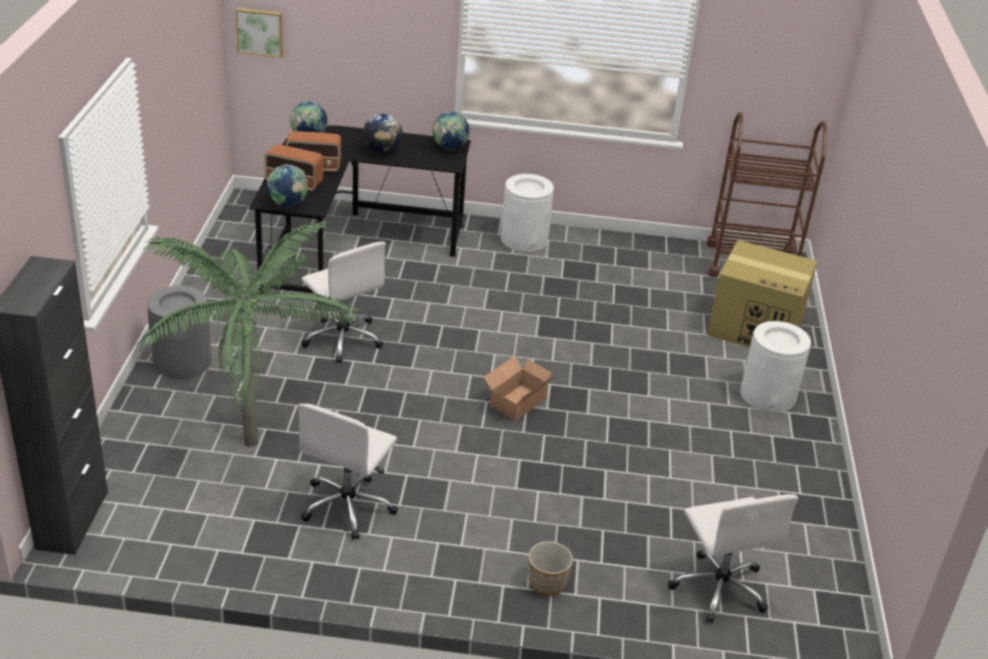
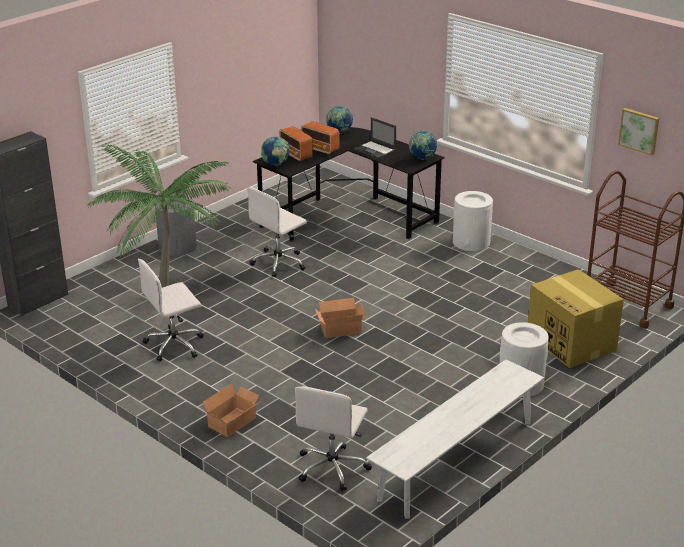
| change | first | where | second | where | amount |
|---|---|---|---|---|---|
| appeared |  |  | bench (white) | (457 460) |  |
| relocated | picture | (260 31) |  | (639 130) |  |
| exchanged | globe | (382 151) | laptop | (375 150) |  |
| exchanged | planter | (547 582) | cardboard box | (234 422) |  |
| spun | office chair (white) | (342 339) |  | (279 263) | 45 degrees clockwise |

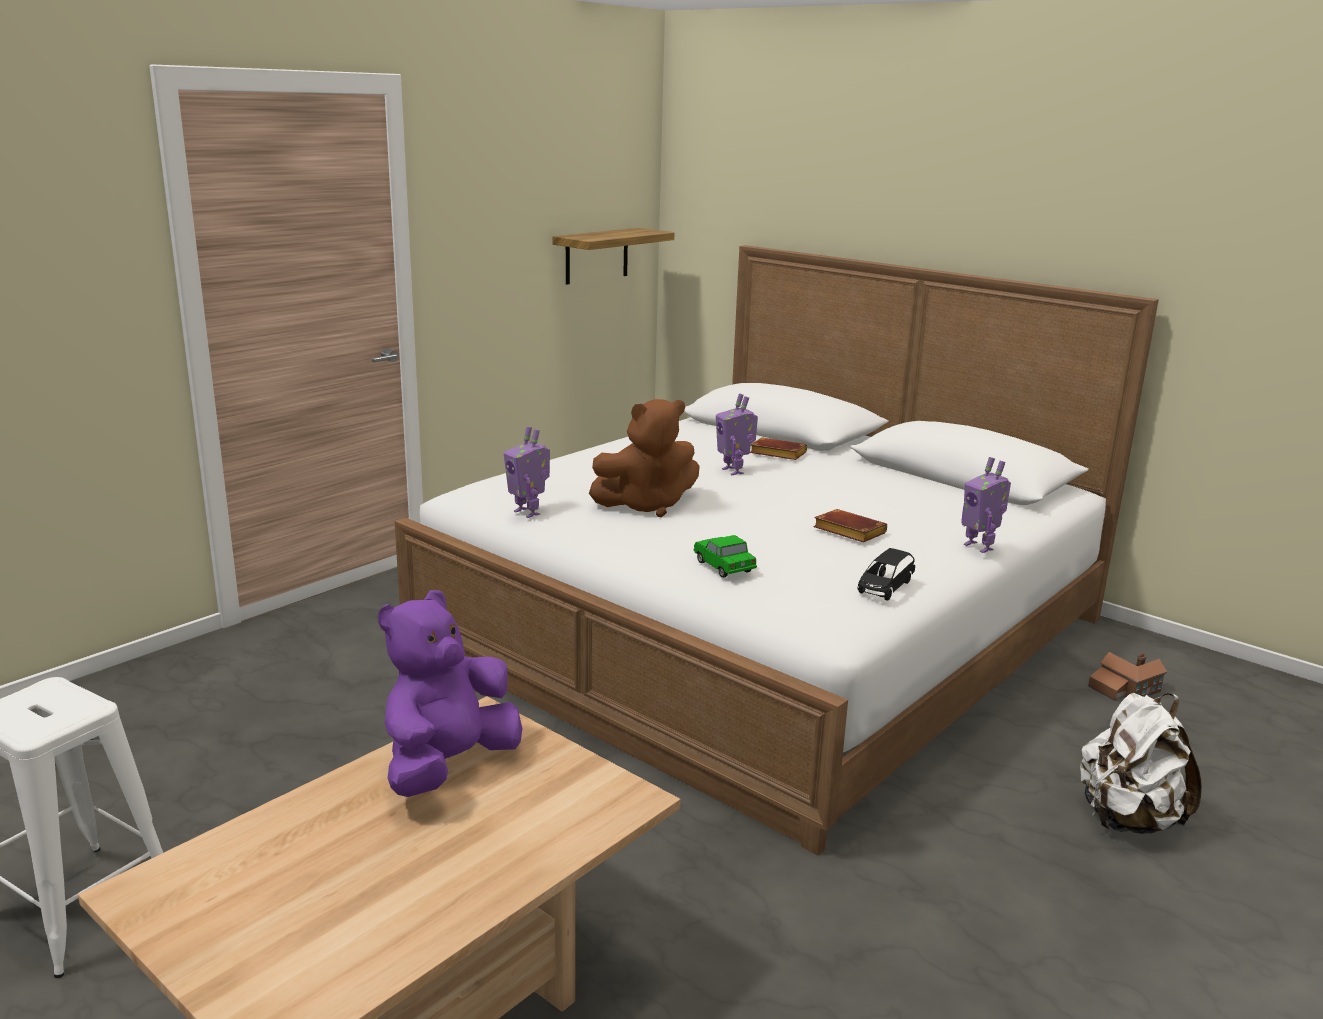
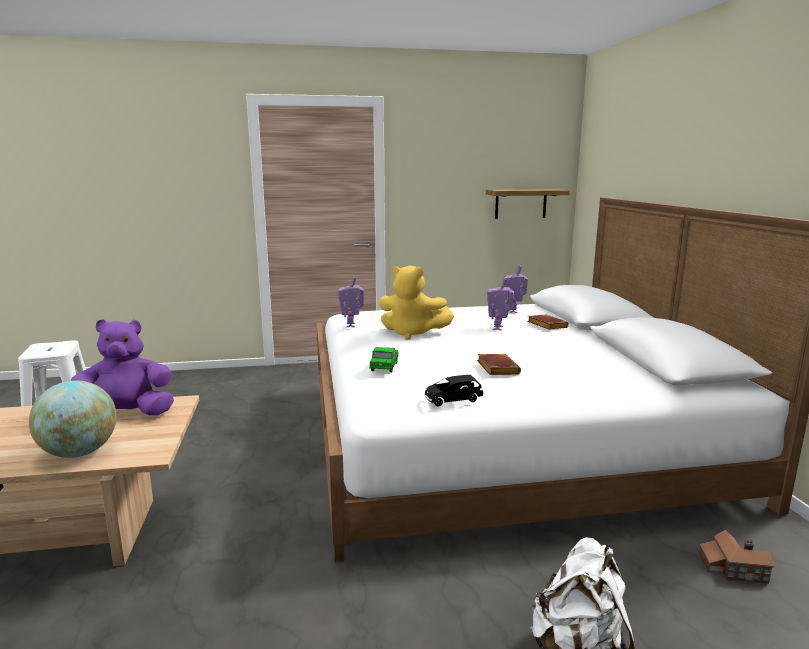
| change | first | where | second | where | amount |
|---|---|---|---|---|---|
| appeared |  |  | globe | (79 453) |  |
| relocated | toy robot | (979 547) |  | (513 311) |  |
| colour | plush toy (brown) | (646 505) | plush toy (yellow) | (412 333) |  |

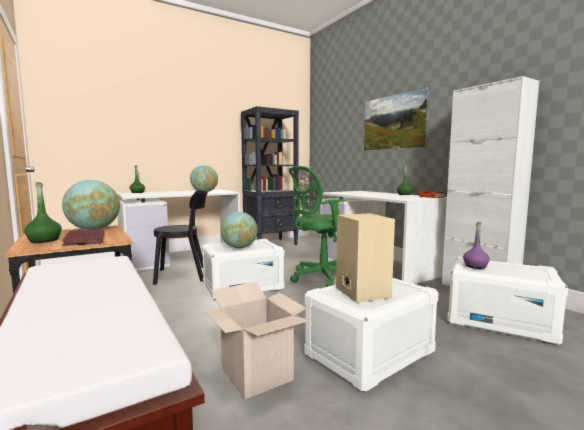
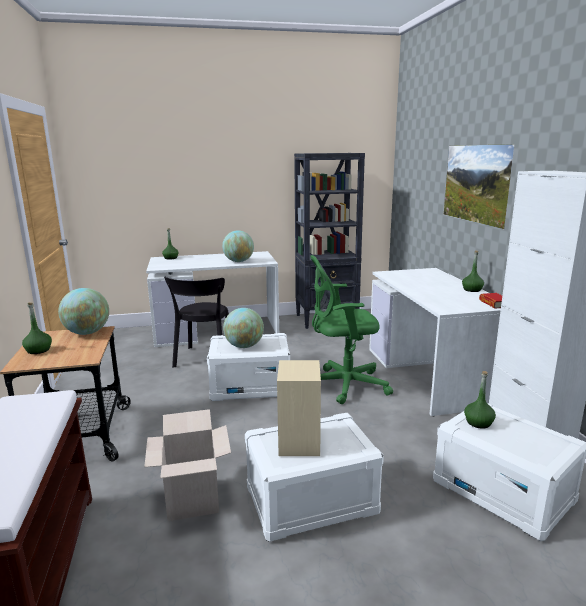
| change | first | where | second | where | amount |
|---|---|---|---|---|---|
| missing | book (red) | (85 240) |  |  |  |
| colour | bottle (purple) | (475 266) | bottle (green) | (478 422) |  |
| spun | chair (black) | (184 275) |  | (204 359) | 90 degrees clockwise |

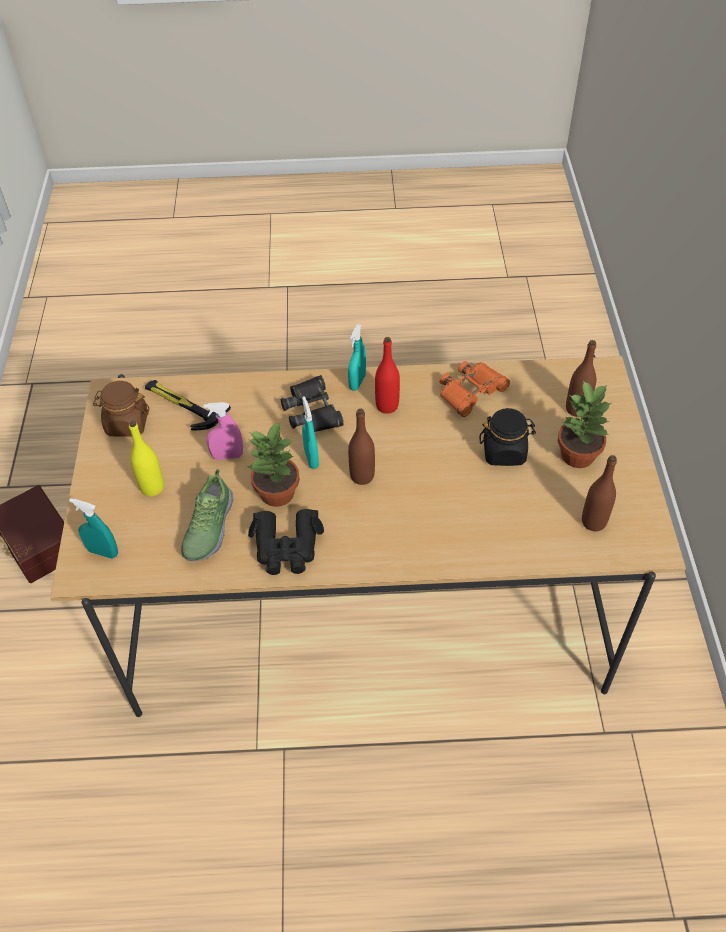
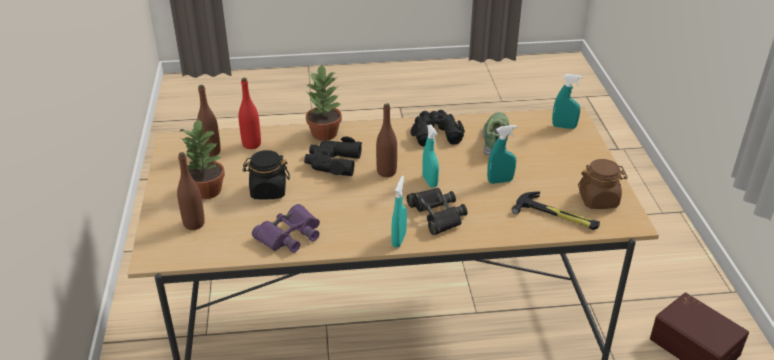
| change | first | where | second | where | amount |
|---|---|---|---|---|---|
| missing | bottle (yellow) | (152 487) |  |  |  |
| appeared |  |  | binoculars (black) | (333 163) |  |
| relocated | potted plant | (276 493) |  | (325 133) |  |
| relocated | bottle (red) | (387 406) |  | (251 144) |  |
| colour | spray bottle (pink) | (227 456) | spray bottle (turquoise) | (500 181) |  |
| colour | binoculars (orange) | (471 392) | binoculars (purple) | (289 235) |  |

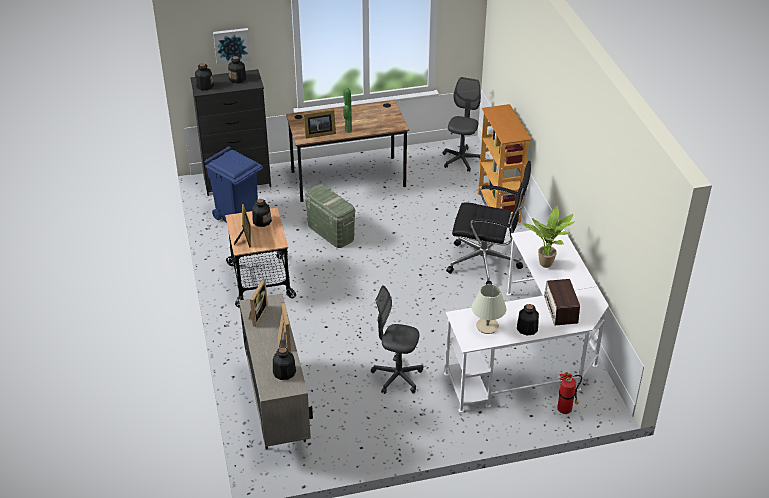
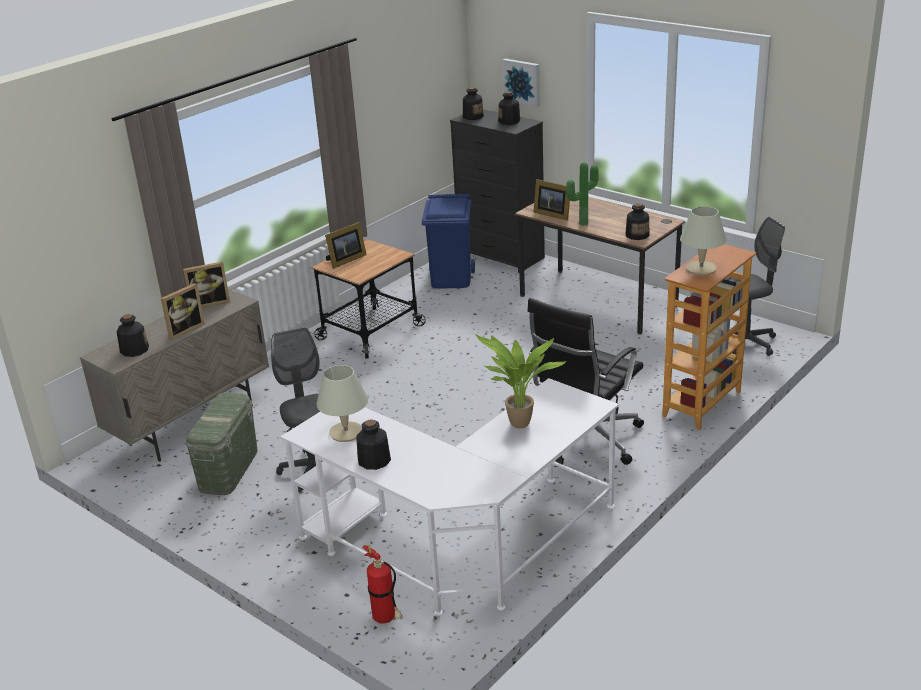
| change | first | where | second | where | amount |
|---|---|---|---|---|---|
| missing | radio | (560 310) |  |  |  |
| appeared |  |  | table lamp (beige) | (701 269) |  |
| relocated | bottle | (262 221) |  | (637 235) |  |
| relocated | storage box (green) | (331 232) |  | (229 470) |  |
| spun | office chair (black) | (486 263) |  | (585 440) | 60 degrees clockwise |

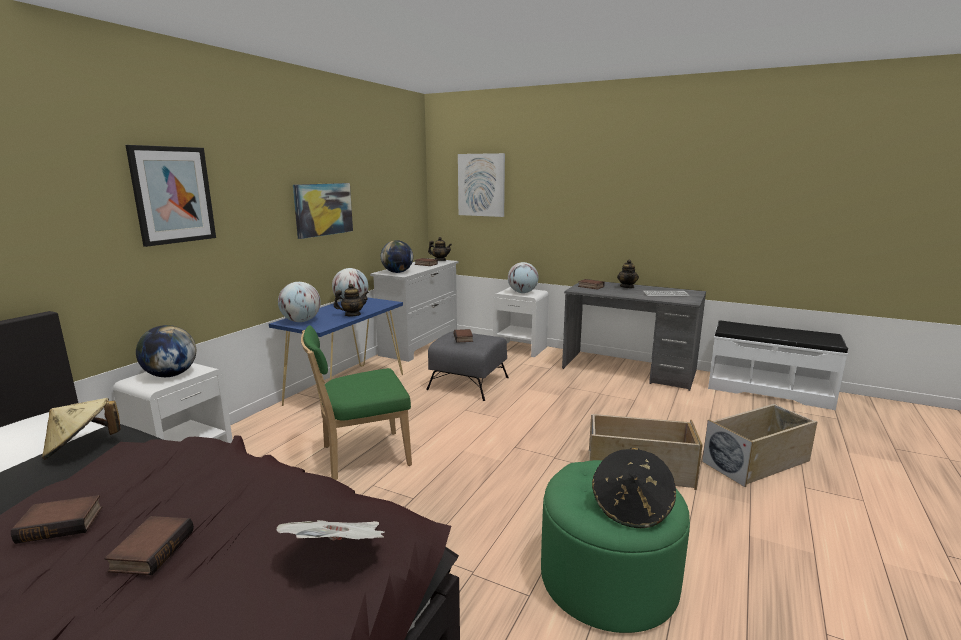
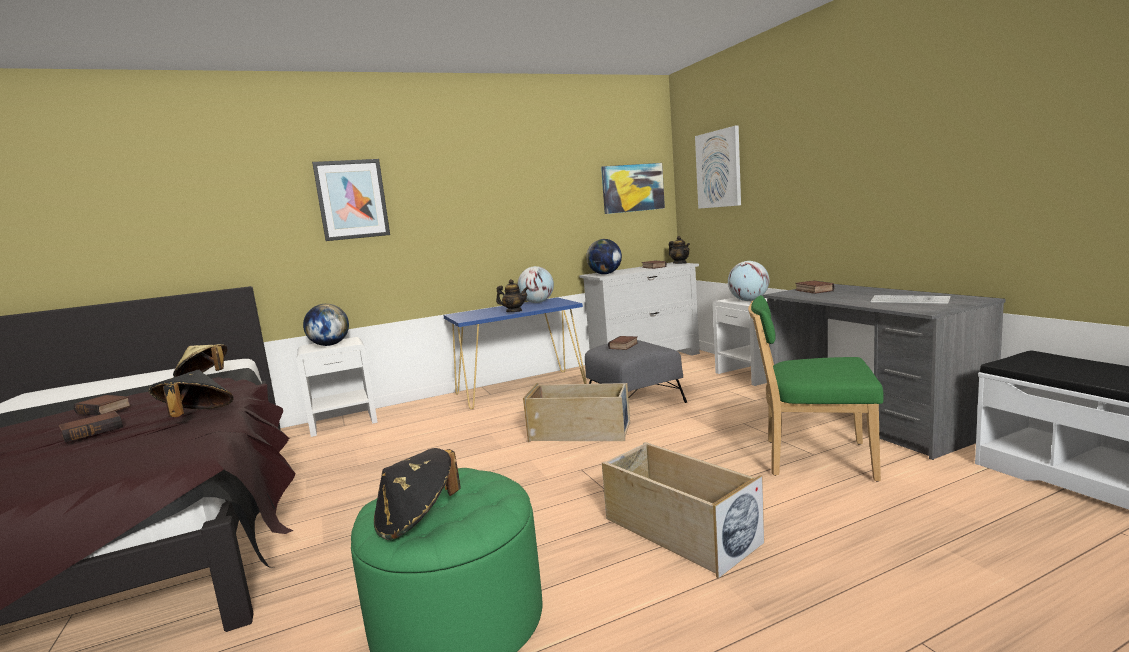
| change | first | where | second | where | amount |
|---|---|---|---|---|---|
| missing | newspaper | (339 552) |  |  |  |
| missing | globe | (301 321) |  |  |  |
| missing | teapot | (627 287) |  |  |  |
| appeared |  |  | hat (black) | (196 417) |  |
| relocated | picture | (323 209) |  | (632 188) |  |
| relocated | chair (green) | (361 456) |  | (812 459) |  |
| relocated | storage box (beige) | (757 461) |  | (581 432) |  |

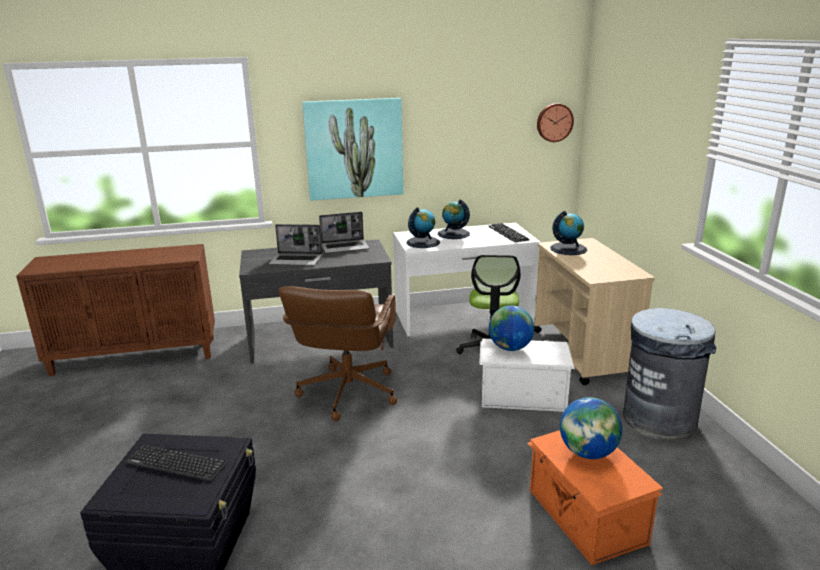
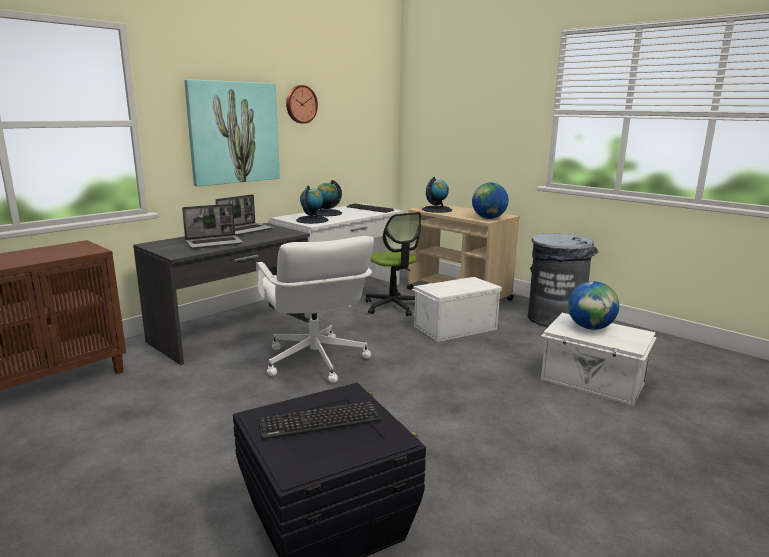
| change | first | where | second | where | amount |
|---|---|---|---|---|---|
| relocated | globe | (510 348) |  | (488 218) |  |
| relocated | wall clock | (554 122) |  | (300 104) |  |
| colour | office chair (brown) | (347 393) | office chair (white) | (315 361) |  |
| colour | storage box (orange) | (585 517) | storage box (white) | (592 382) |  |

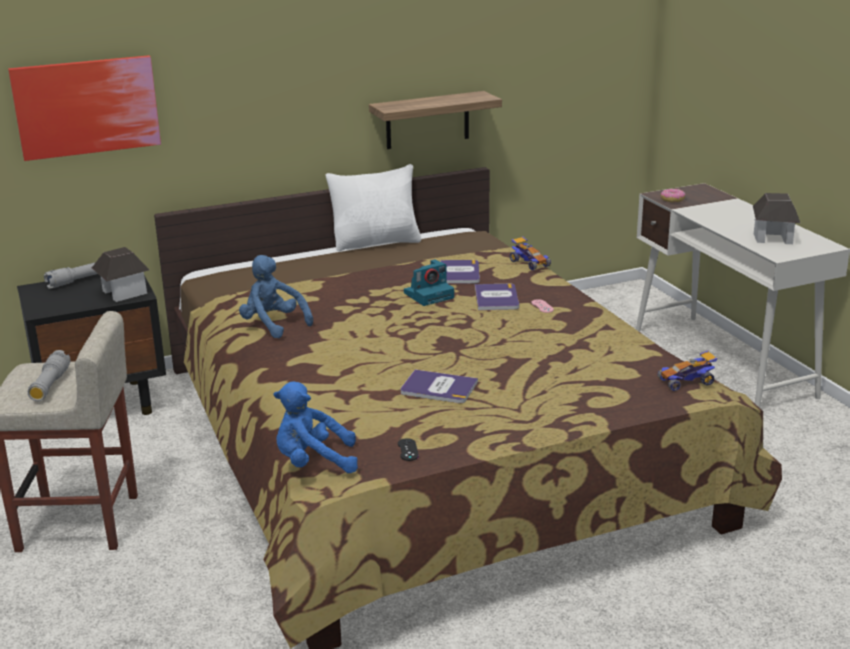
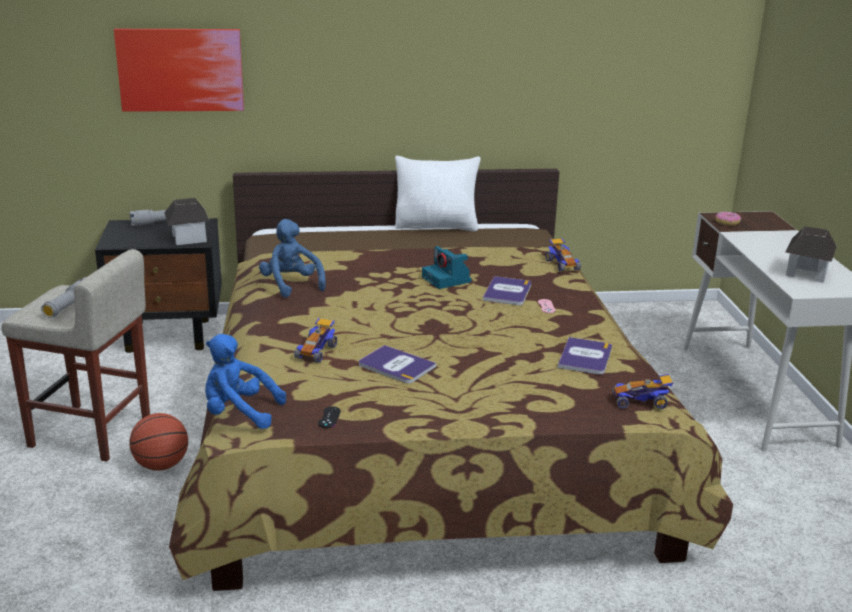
| change | first | where | second | where | amount |
|---|---|---|---|---|---|
| missing | shelf | (427 120) |  |  |  |
| appeared |  |  | basketball | (161 465) |  |
| appeared |  |  | toy car | (316 351) |  |
| relocated | book | (459 273) |  | (585 357) |  |
| spun | photo camera | (429 295) |  | (447 280) | 75 degrees clockwise |

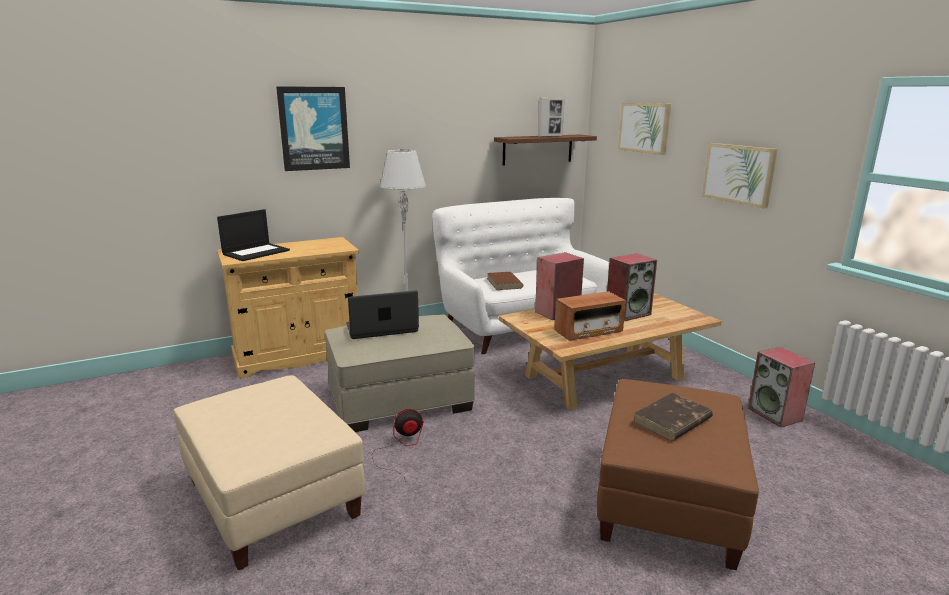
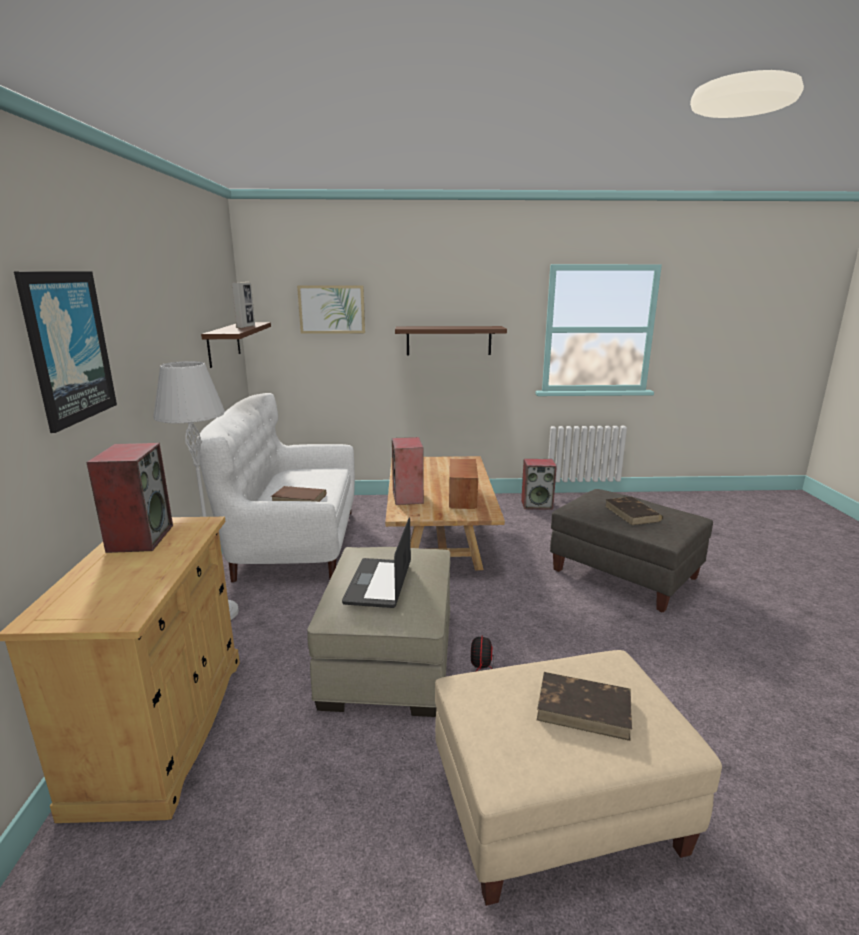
| change | first | where | second | where | amount |
|---|---|---|---|---|---|
| missing | laptop | (256 252) |  |  |  |
| appeared |  |  | book (brown) | (585 708) |  |
| relocated | speaker | (628 313) |  | (140 538) |  |
| exchanged | picture | (738 174) | shelf (brown) | (449 340) |  |
| colour | ottoman (brown) | (667 502) | ottoman (grey) | (624 574) |  |

